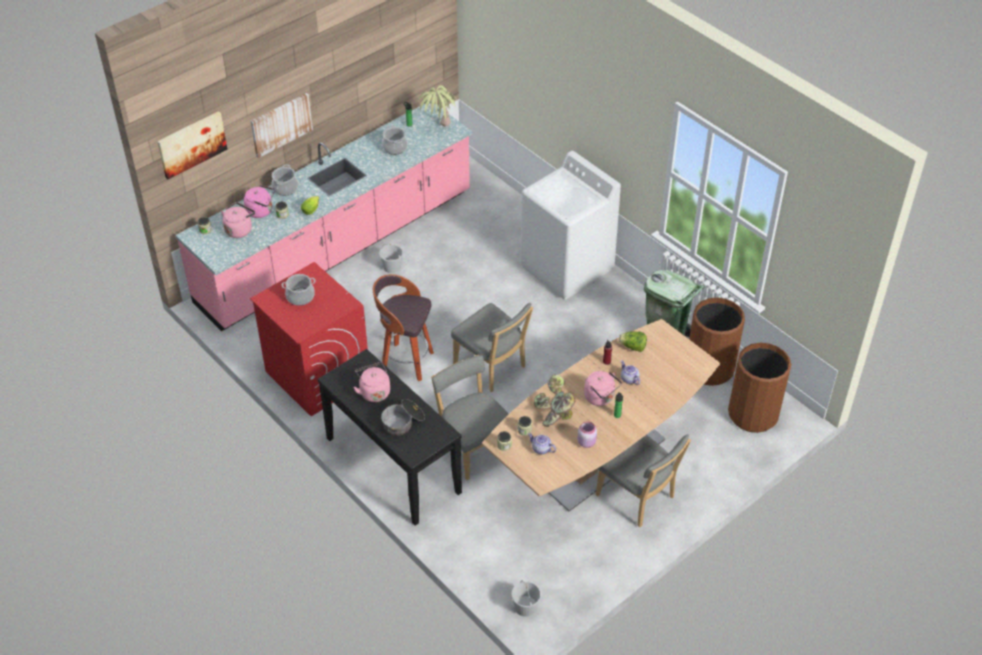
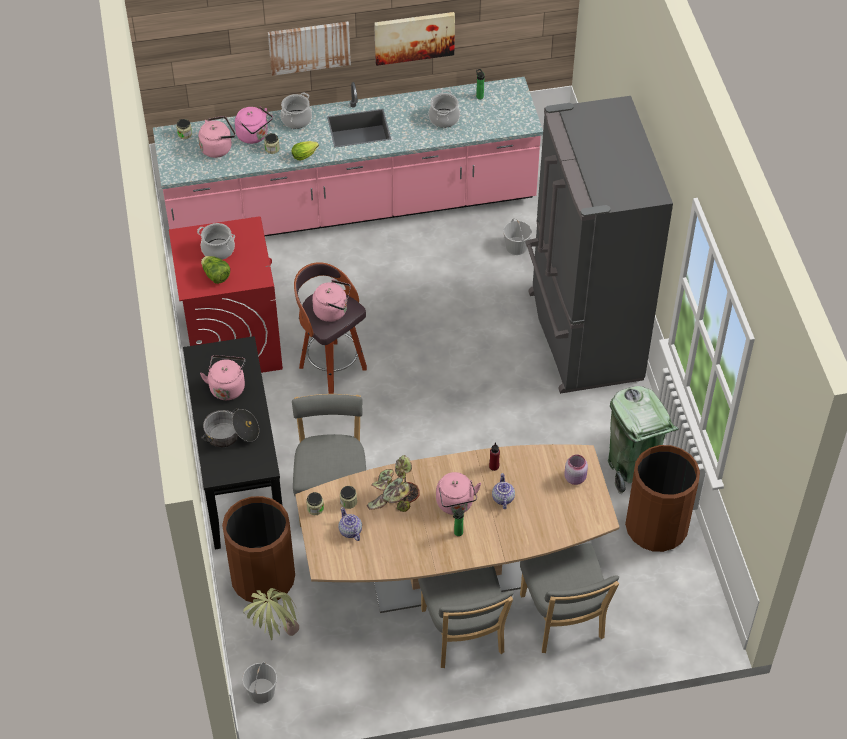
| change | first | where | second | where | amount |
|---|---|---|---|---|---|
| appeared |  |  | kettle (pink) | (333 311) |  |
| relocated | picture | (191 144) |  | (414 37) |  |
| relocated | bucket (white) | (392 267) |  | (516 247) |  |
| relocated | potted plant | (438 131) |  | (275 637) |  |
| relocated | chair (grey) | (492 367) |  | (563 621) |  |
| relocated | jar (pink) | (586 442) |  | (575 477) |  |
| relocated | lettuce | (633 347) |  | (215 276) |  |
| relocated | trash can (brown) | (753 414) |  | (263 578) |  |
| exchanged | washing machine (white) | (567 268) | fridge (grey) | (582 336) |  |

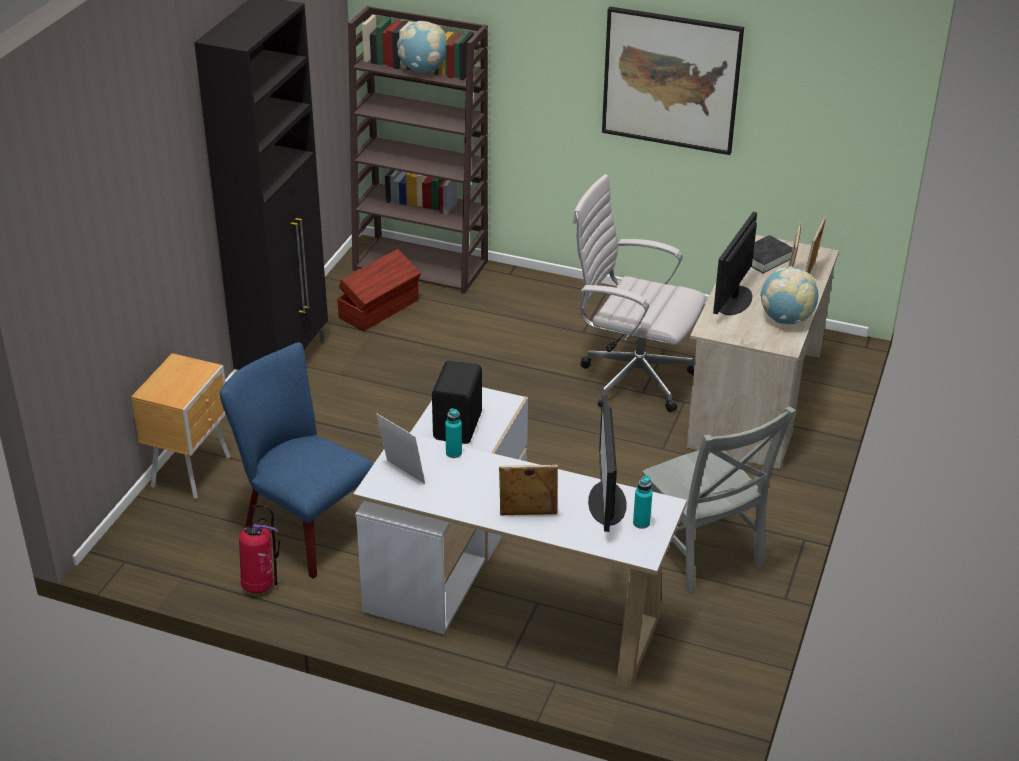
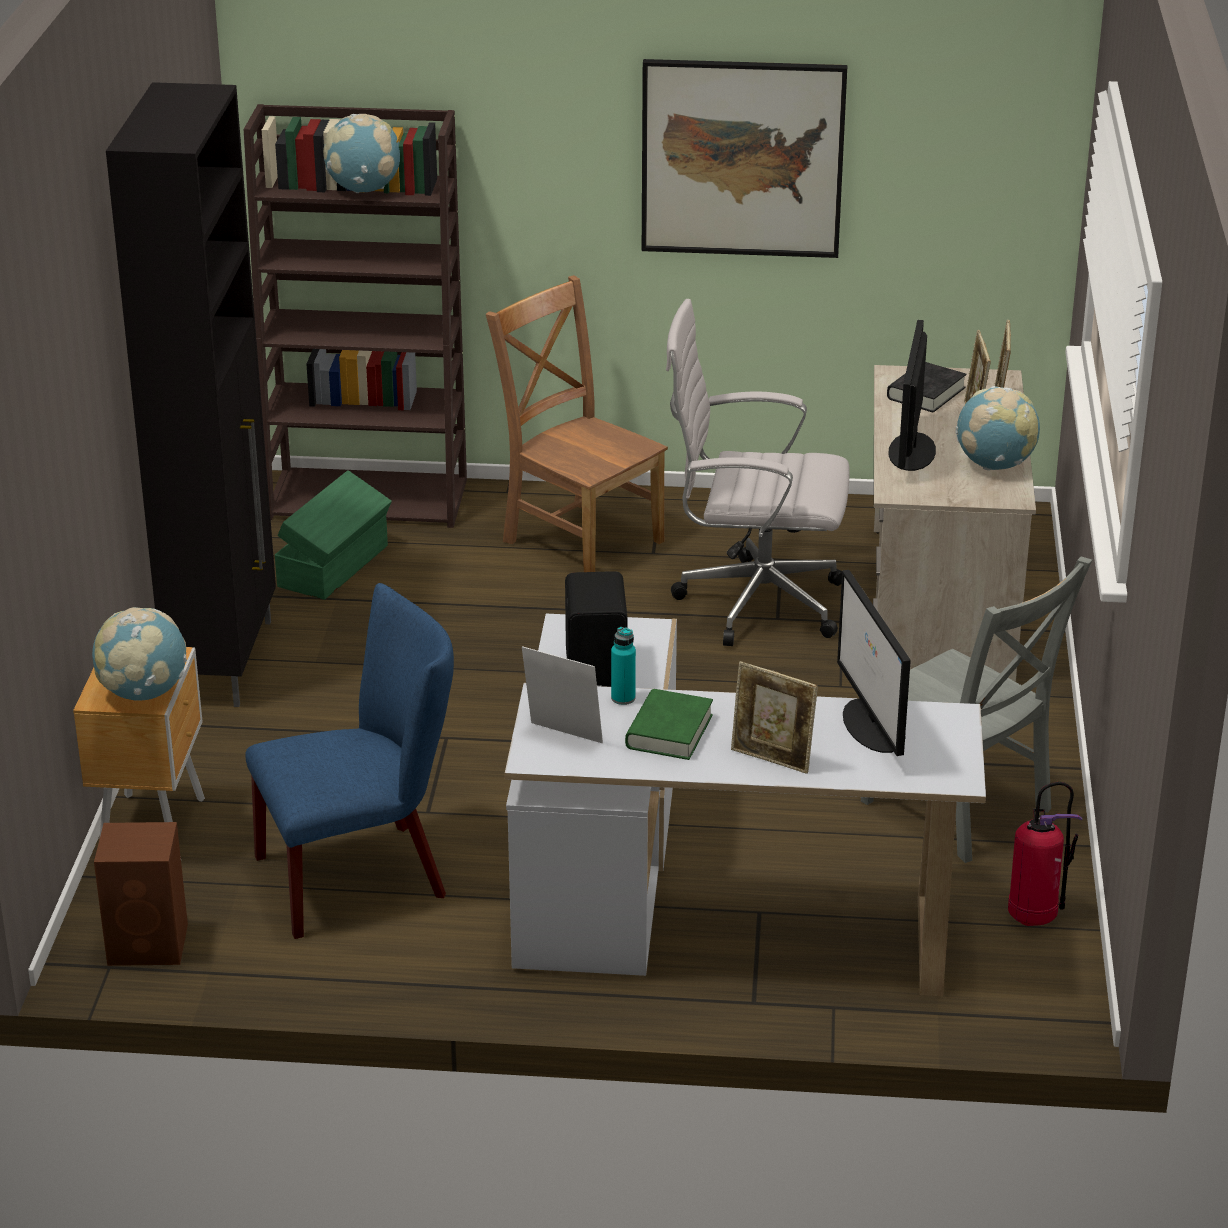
| change | first | where | second | where | amount |
|---|---|---|---|---|---|
| missing | bottle (turquoise) | (641 523) |  |  |  |
| appeared |  |  | globe | (143 693) |  |
| appeared |  |  | speaker (brown) | (150 944) |  |
| appeared |  |  | chair (brown) | (579 538) |  |
| appeared |  |  | book (green) | (669 732) |  |
| relocated | fire extinguisher | (261 586) |  | (1034 916) |  |
| colour | storage box (brown) | (380 309) | storage box (green) | (335 566) |  |
| spun | chair (blue) | (302 527) |  | (363 875) | 135 degrees clockwise |
| spun | picture frame | (527 516) |  | (772 759) | 135 degrees counterclockwise |

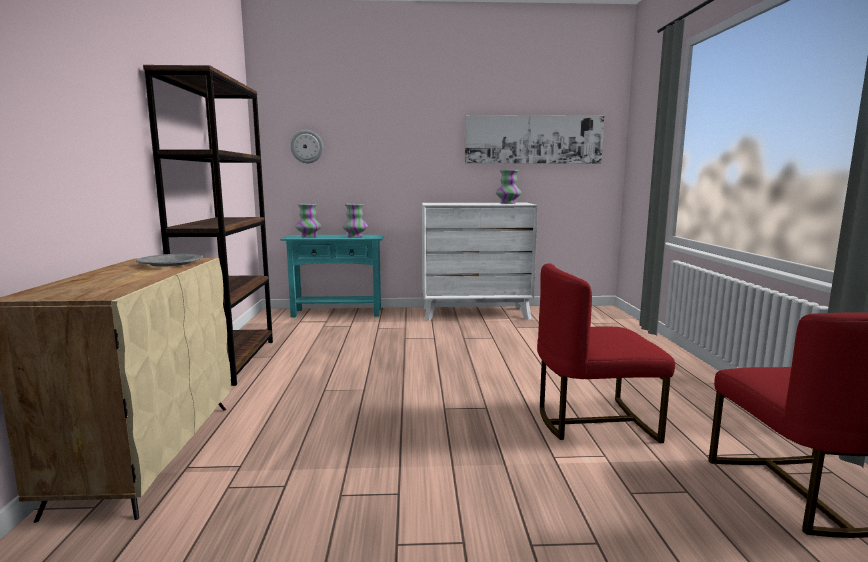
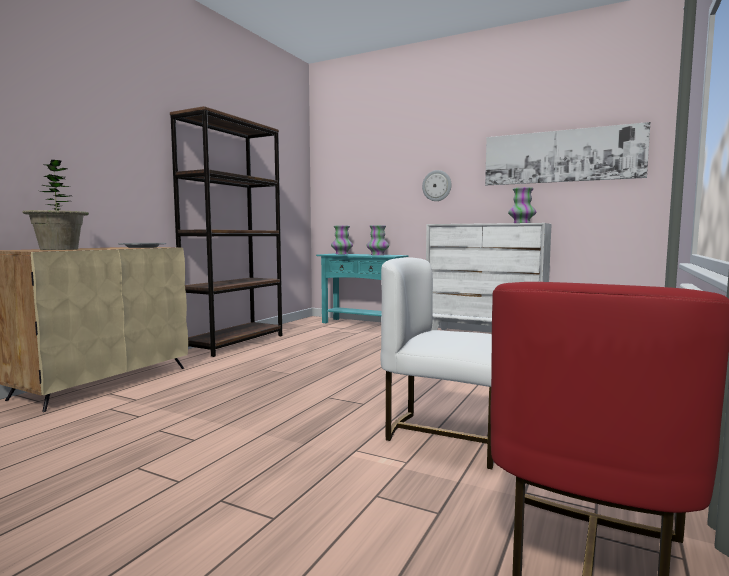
| change | first | where | second | where | amount |
|---|---|---|---|---|---|
| appeared |  |  | potted plant | (59 249) |  |
| relocated | wall clock | (307 146) |  | (437 185) |  |
| colour | chair (red) | (593 421) | chair (white) | (447 435) |  |

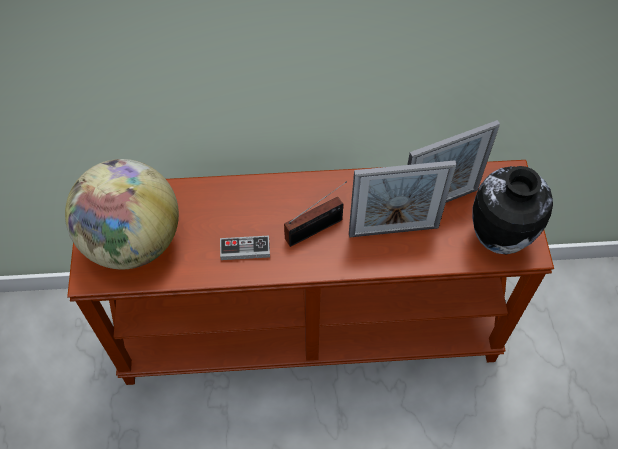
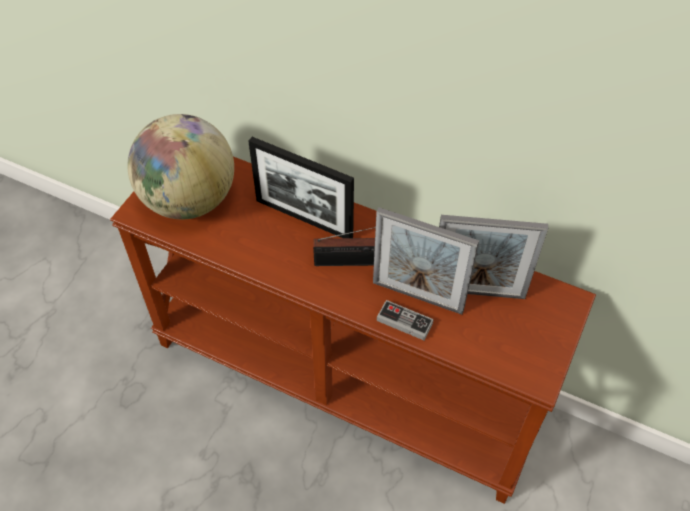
| change | first | where | second | where | amount |
|---|---|---|---|---|---|
| missing | vase | (497 238) |  |  |  |
| appeared |  |  | picture frame | (304 218) |  |
| relocated | game controller | (245 249) |  | (404 322) |  |

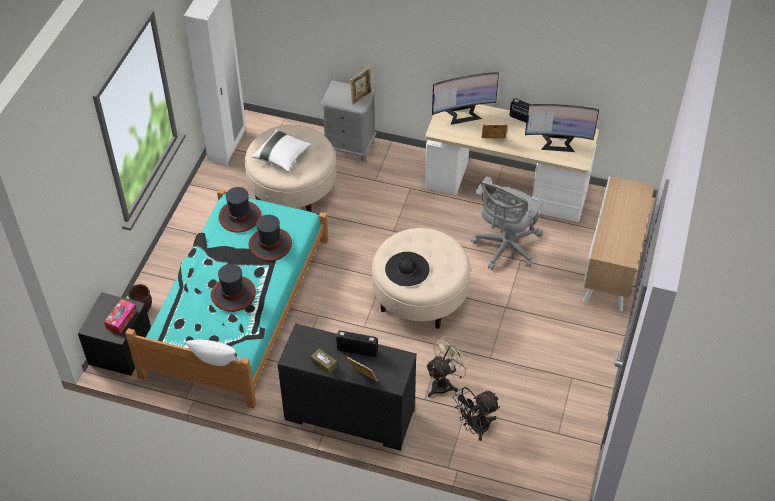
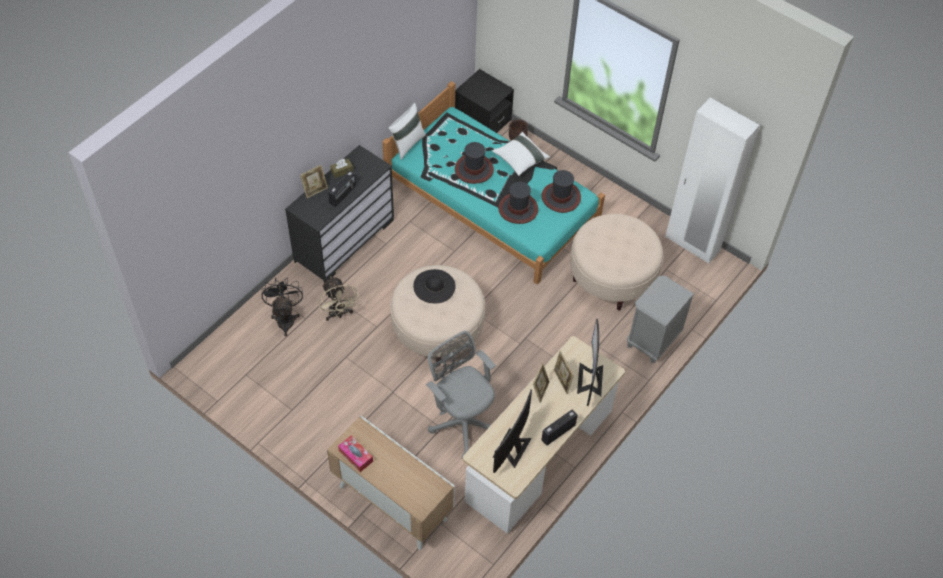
| change | first | where | second | where | amount |
|---|---|---|---|---|---|
| relocated | tissue box | (121 319) |  | (355 456) |  |
| relocated | pillow (white) | (282 156) |  | (520 159) |  |
| relocated | picture frame | (361 98) |  | (562 381) |  |

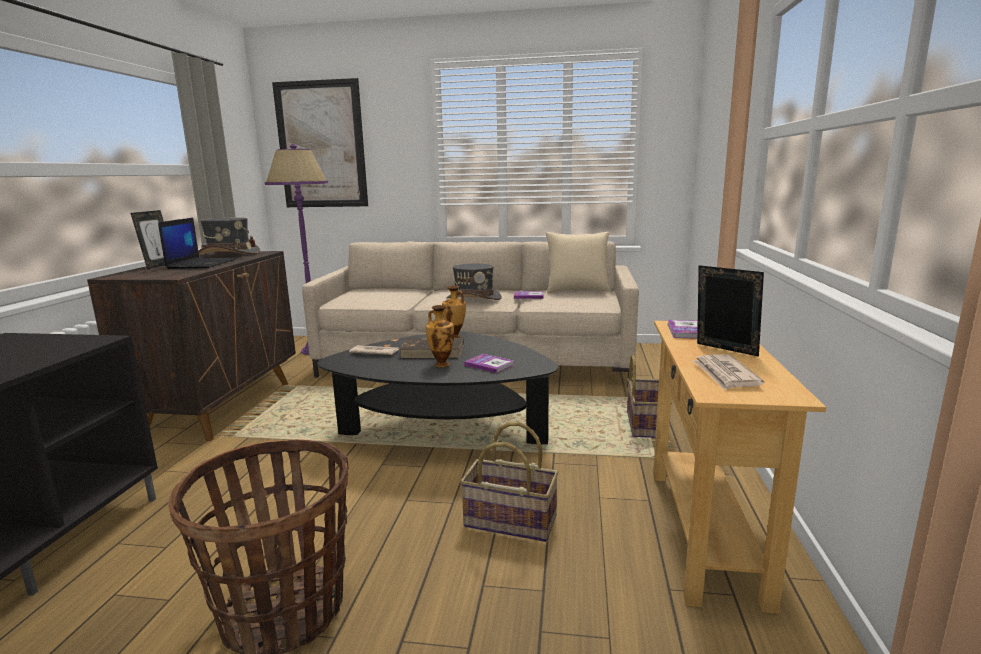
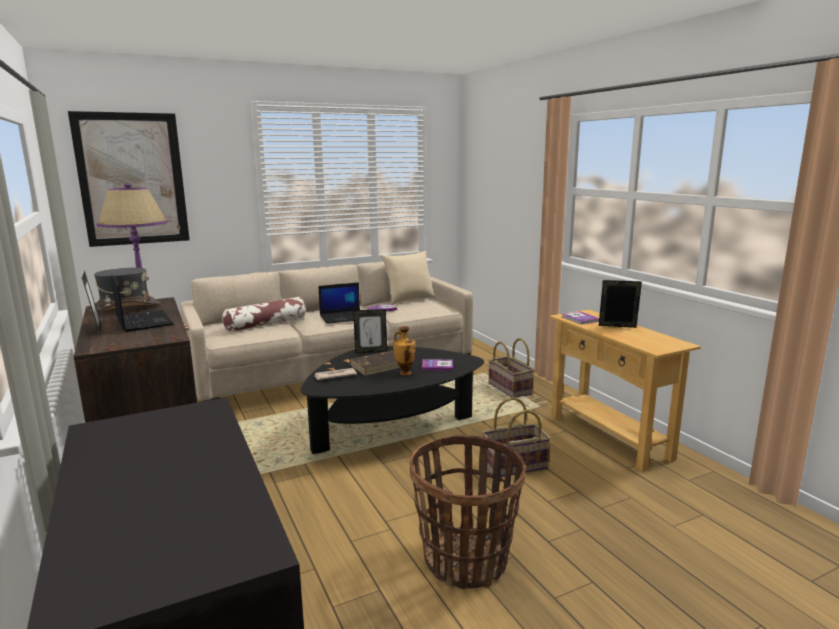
| change | first | where | second | where | amount |
|---|---|---|---|---|---|
| missing | newspaper | (725 375) |  |  |  |
| appeared |  |  | pillow | (266 324) |  |
| exchanged | vase | (455 336) | picture frame | (371 351) |  |
| exchanged | hat (grey) | (474 298) | laptop | (344 317) |  |

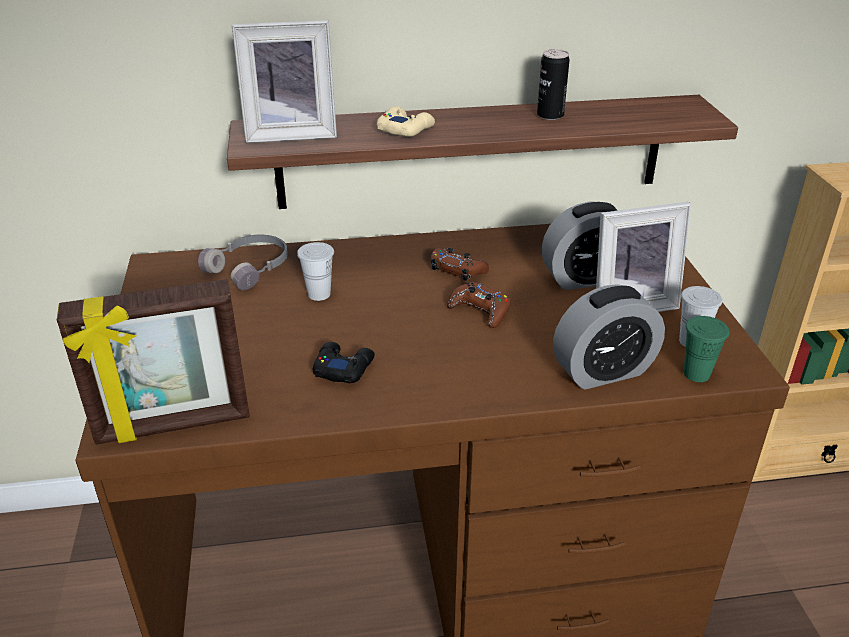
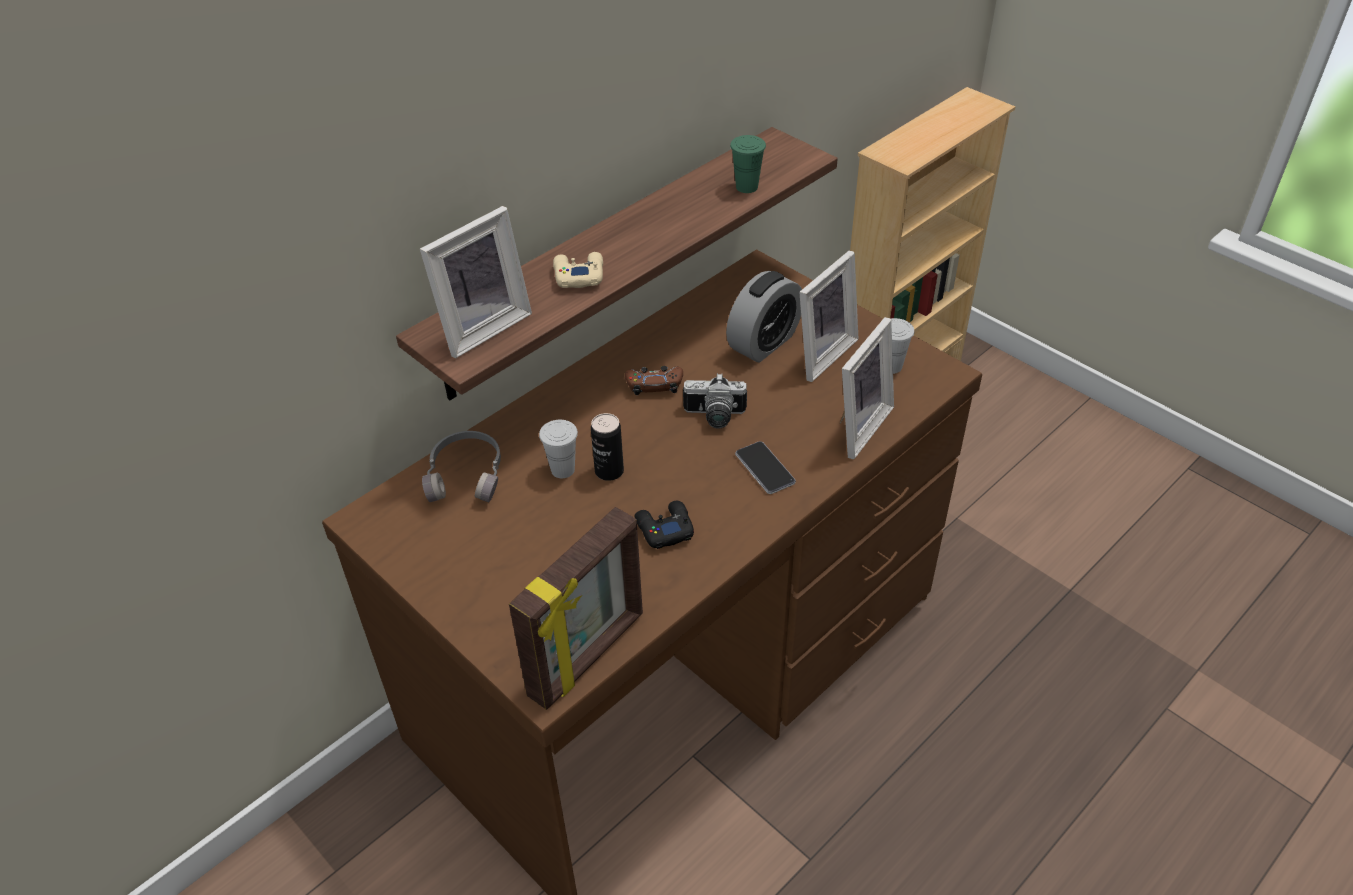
| change | first | where | second | where | amount |
|---|---|---|---|---|---|
| appeared |  |  | phone | (764 468) |  |
| relocated | can | (550 115) |  | (609 471) |  |
| relocated | cup (green) | (696 374) |  | (747 187) |  |
| exchanged | game controller (brown) | (480 311) | photo camera | (714 417) |  |
| exchanged | alarm clock | (603 371) | picture frame | (856 426) |  |

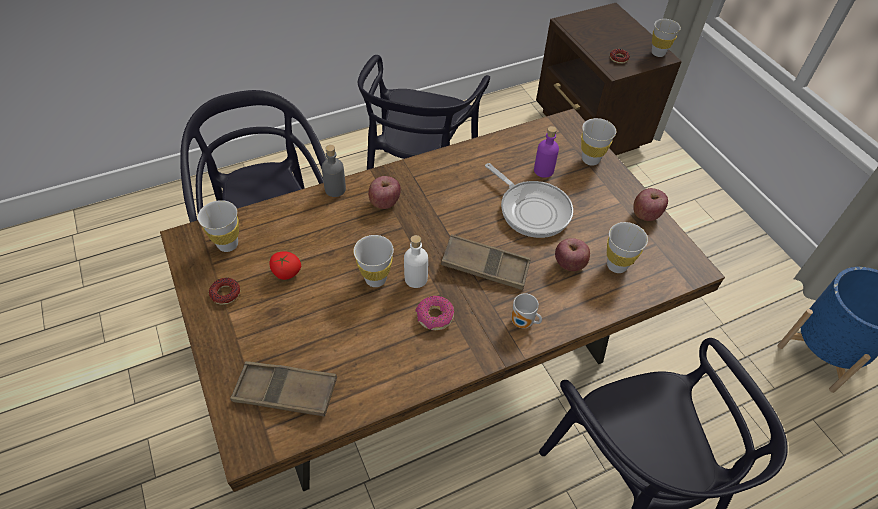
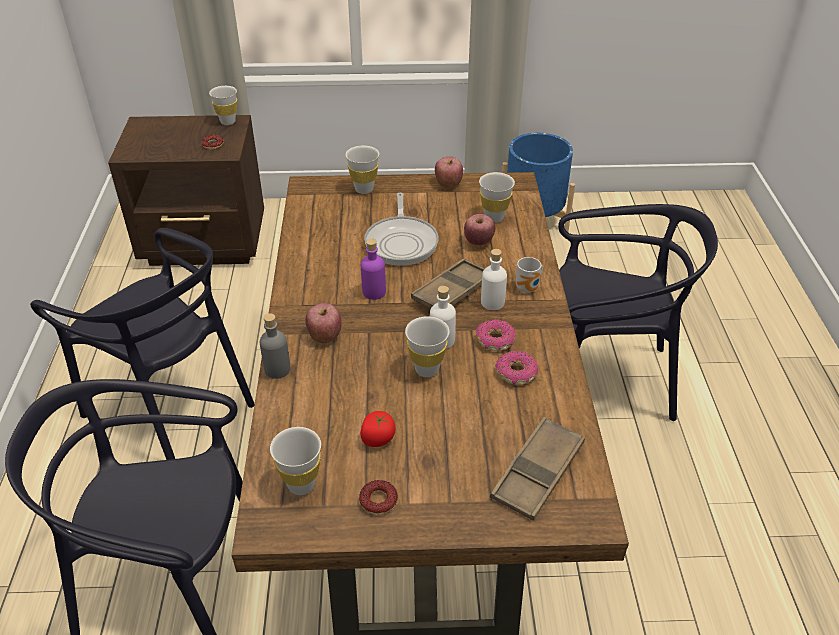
| change | first | where | second | where | amount |
|---|---|---|---|---|---|
| appeared |  |  | bottle (white) | (492 302) |  |
| appeared |  |  | donut | (516 373) |  |
| relocated | bottle (purple) | (543 170) |  | (374 292) |  |
| spun | frying pan | (532 209) |  | (401 242) | 105 degrees clockwise |

